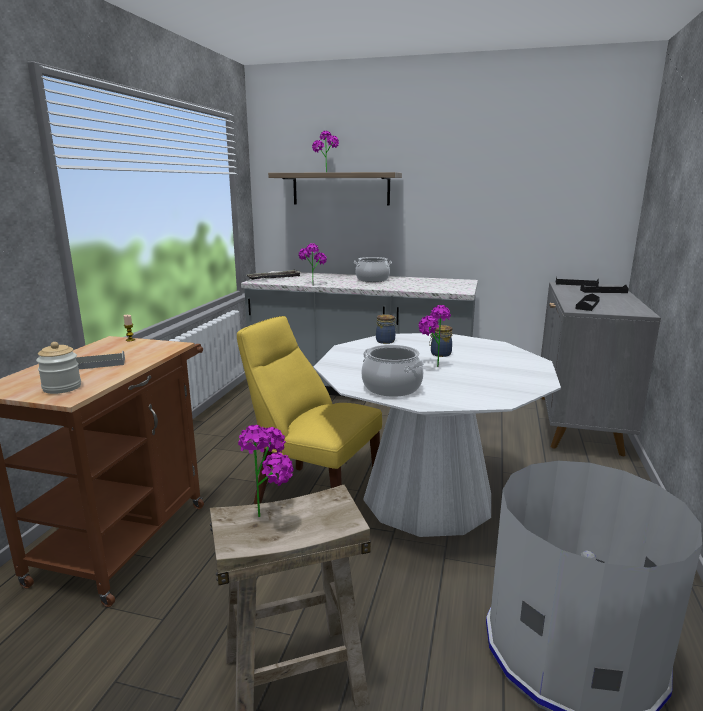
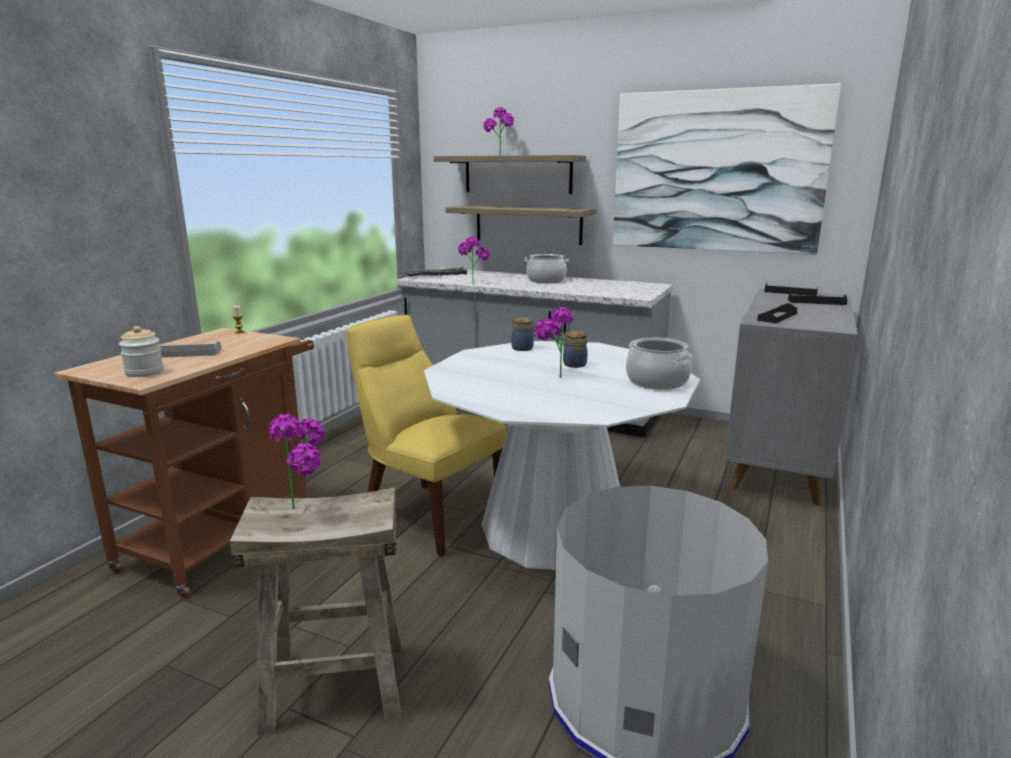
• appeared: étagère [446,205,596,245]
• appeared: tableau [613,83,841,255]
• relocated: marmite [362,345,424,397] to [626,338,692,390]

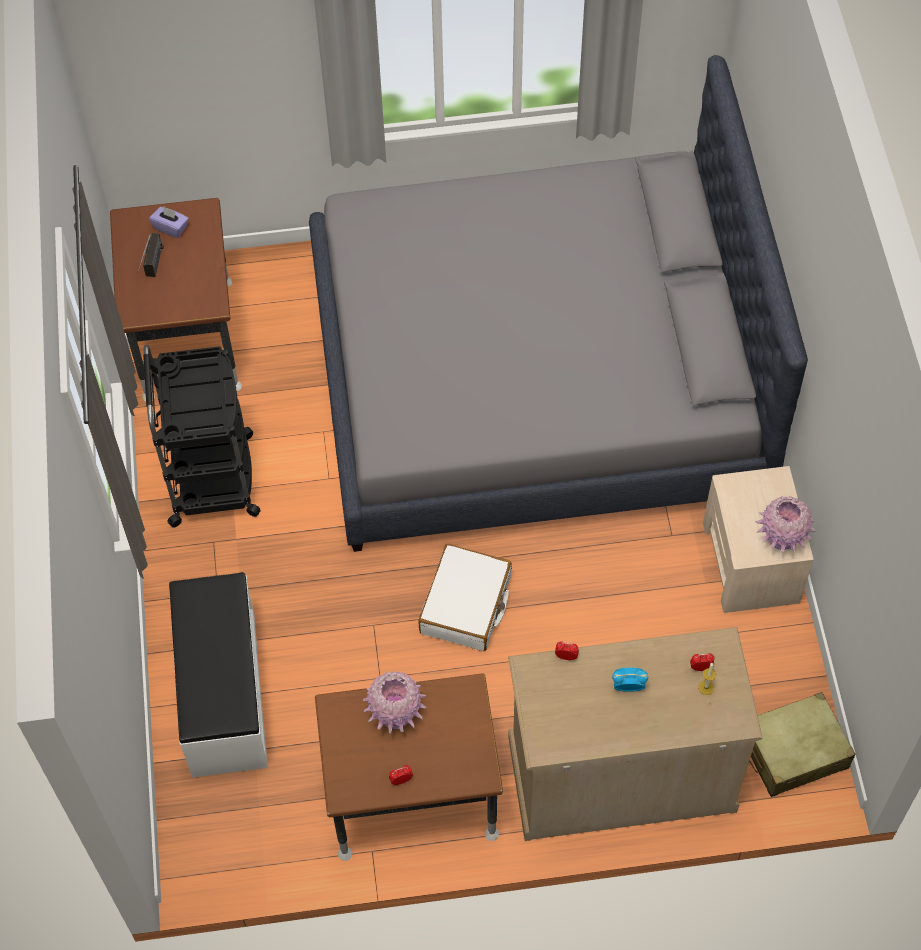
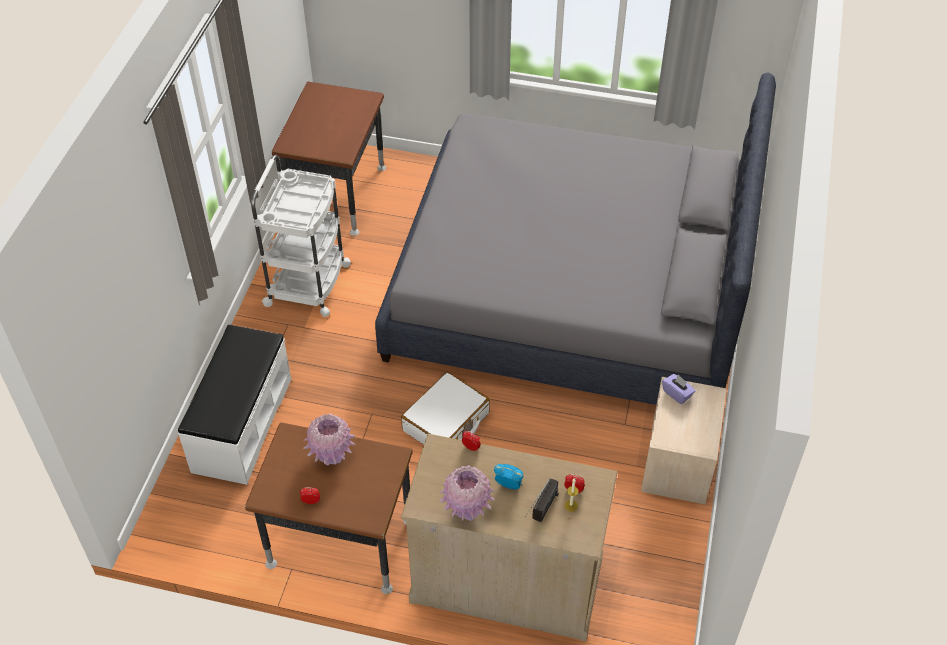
• colour: chariot/noir [143,345,261,528] to chariot/blanc [251,155,351,317]
• relocated: vase/rose [756,496,816,553] to [439,465,495,521]
• relocated: radio [137,233,164,277] to [525,478,559,522]
• relocated: boîte à mouchoirs/violet [149,206,189,238] to [662,374,696,404]
• missing: valise/beige [749,692,855,797]

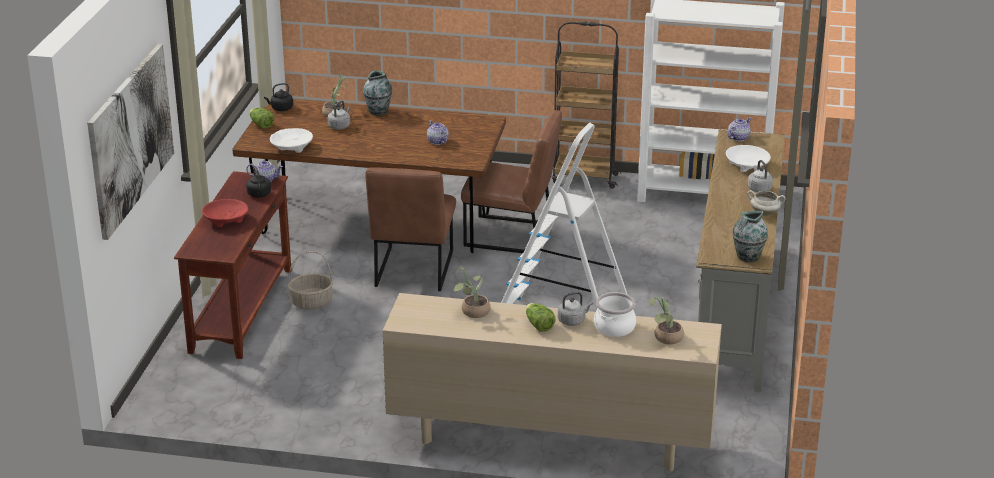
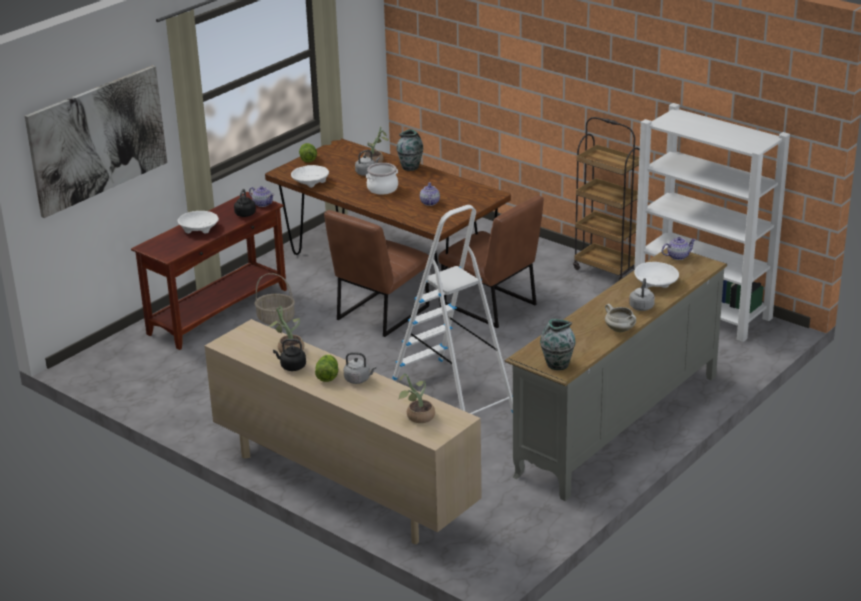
• colour: bol/rouge [202,199,248,227] to bol/blanc [178,211,219,234]
• relocated: bouilloire/noir [264,83,293,111] to [273,339,306,371]
• relocated: marmite [594,292,636,337] to [366,163,398,195]

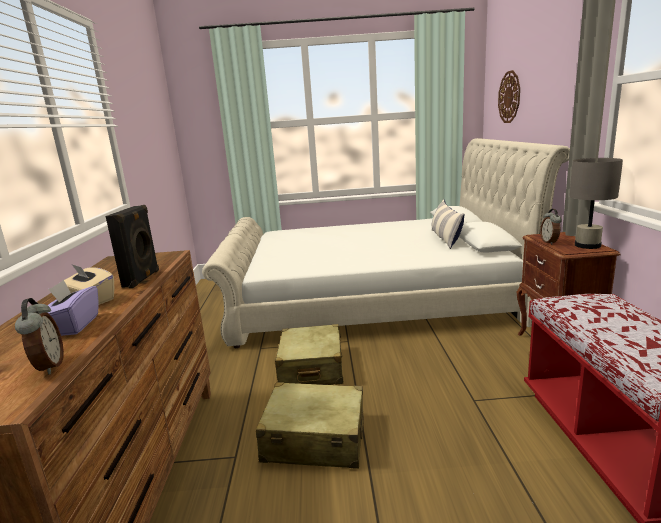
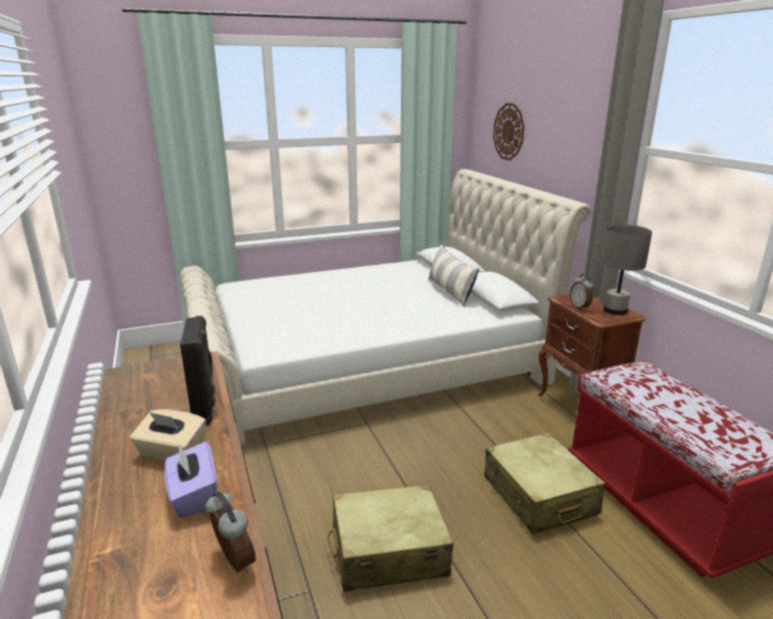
• relocated: valise/beige [275,324,343,385] to [485,432,605,534]

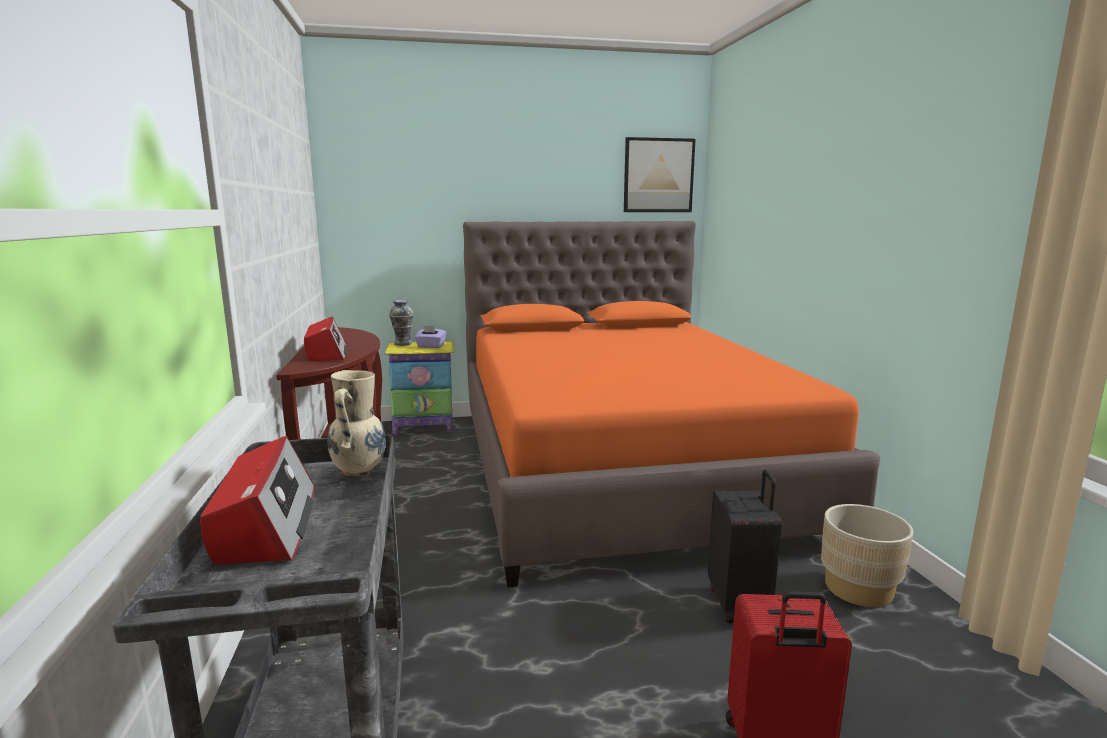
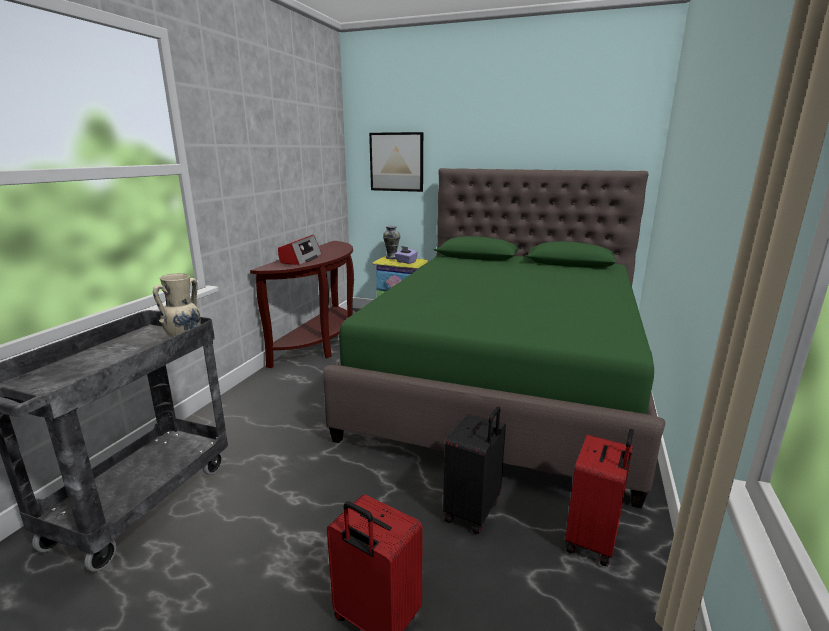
• colour: lit/orange [463,221,880,587] to lit/vert [323,168,666,508]
• relocated: tableau [624,137,696,212] to [369,132,423,192]
• exchanged: cache-pot/beige [821,504,913,607] to valise/rouge [565,429,634,567]
• missing: radio [200,436,314,564]

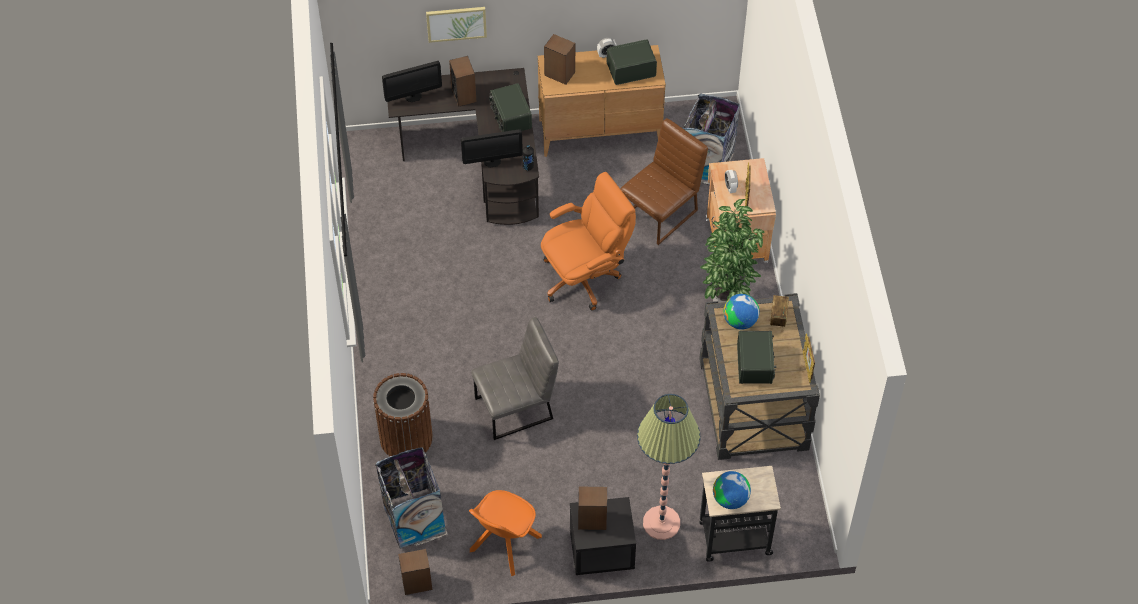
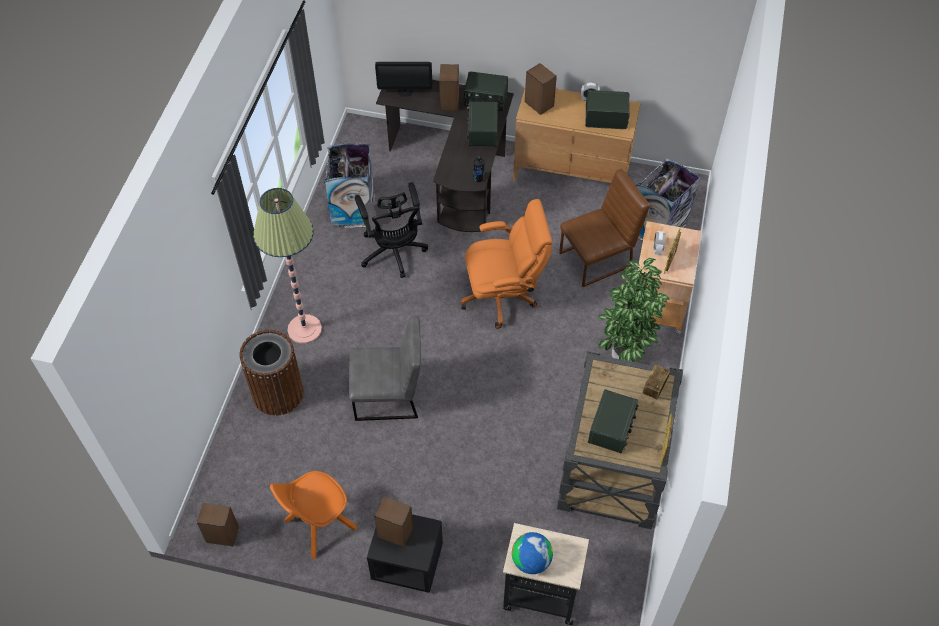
• relocated: lampadaire [637,394,701,540] to [253,188,322,344]
• relocated: poubelle [375,447,447,549] to [324,143,375,228]
• appeared: chaise de bureau [355,182,428,278]
• appeared: radio [463,72,508,112]
• missing: tableau [426,7,487,43]
• missing: écran d'ordinateur [461,130,523,168]
• missing: globe [724,294,759,330]

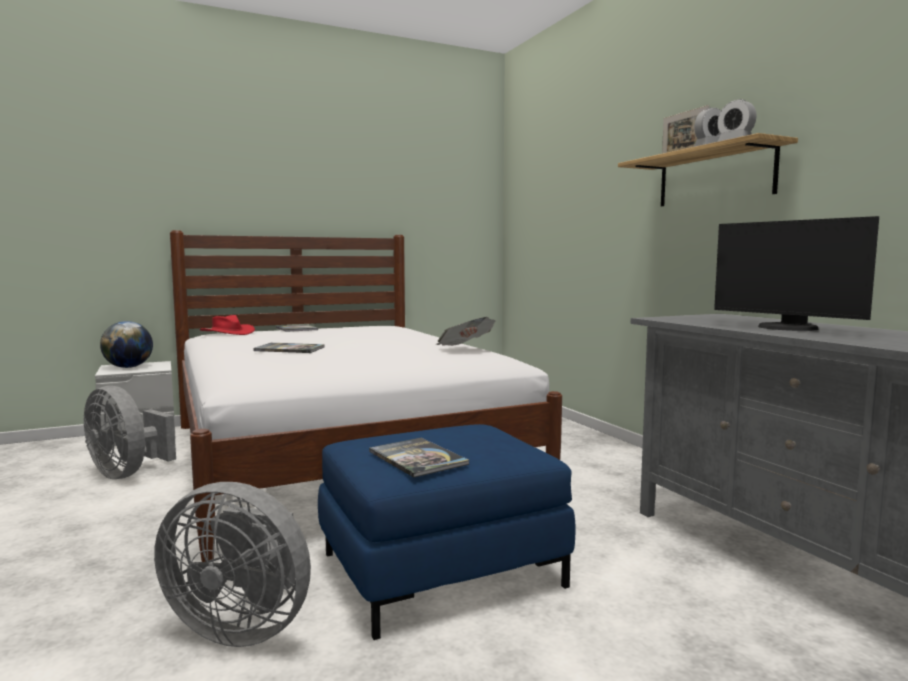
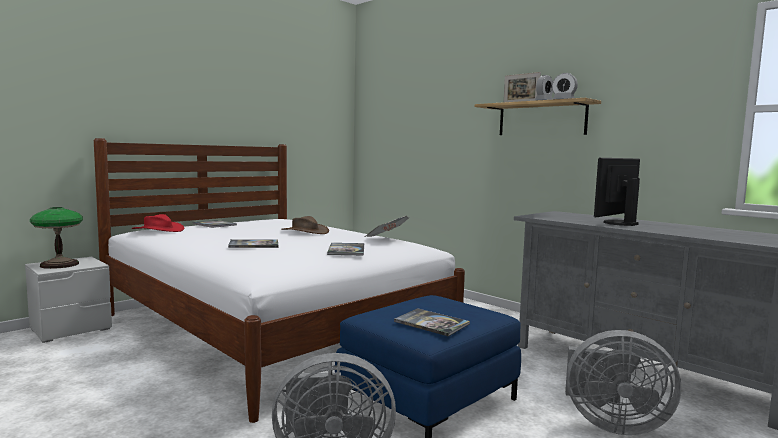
• exchanged: globe [100,321,153,368] to lampe de table [30,207,83,269]
• appeared: chapeau/marron [281,216,329,234]
• appeared: livre [327,243,364,255]
• relocated: ventilateur/gris [83,386,176,479] to [565,330,681,435]
• spun: écran d'ordinateur [714,216,879,331] = [594,158,640,226] 105 degrees clockwise

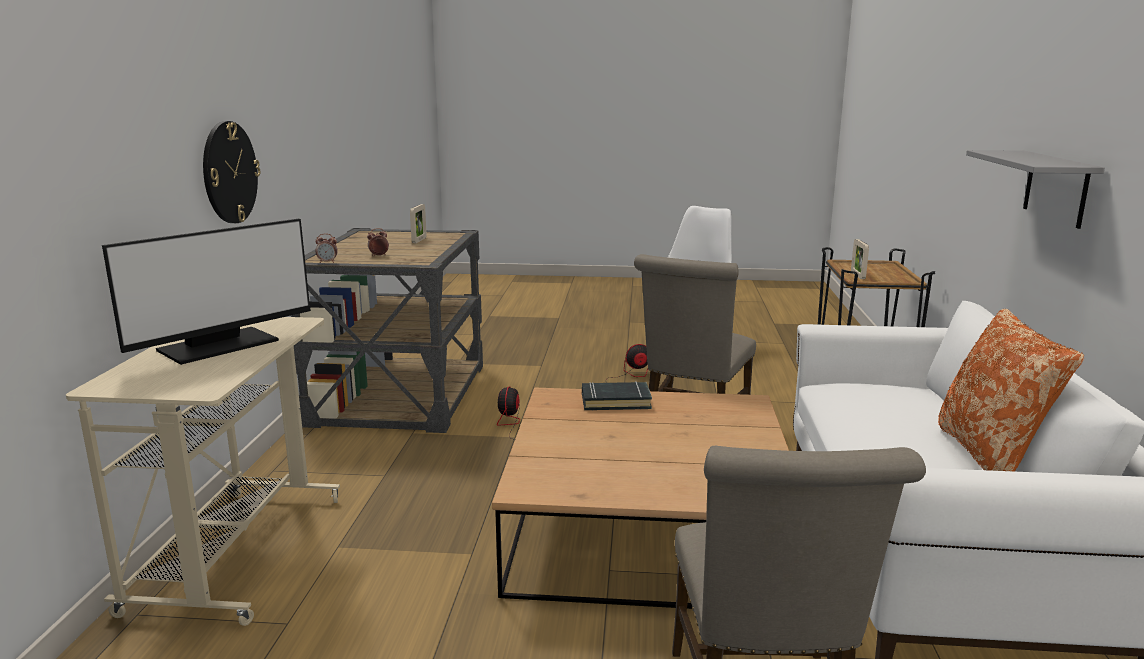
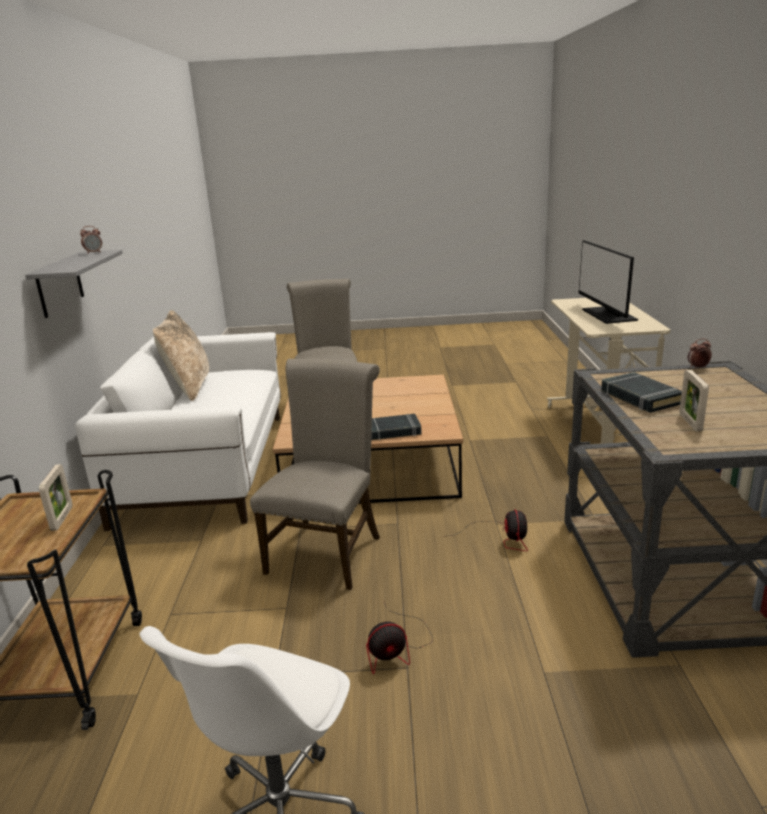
• relocated: réveil [367,228,389,256] to [80,226,102,254]
• colour: coussin/orange [938,308,1084,472] to coussin/beige [153,310,209,401]
• spun: écran d'ordinateur [102,219,311,365] = [578,240,638,324] 45 degrees counterclockwise
• appeared: livre/noir [601,372,682,413]
• missing: horloge murale [203,121,260,223]

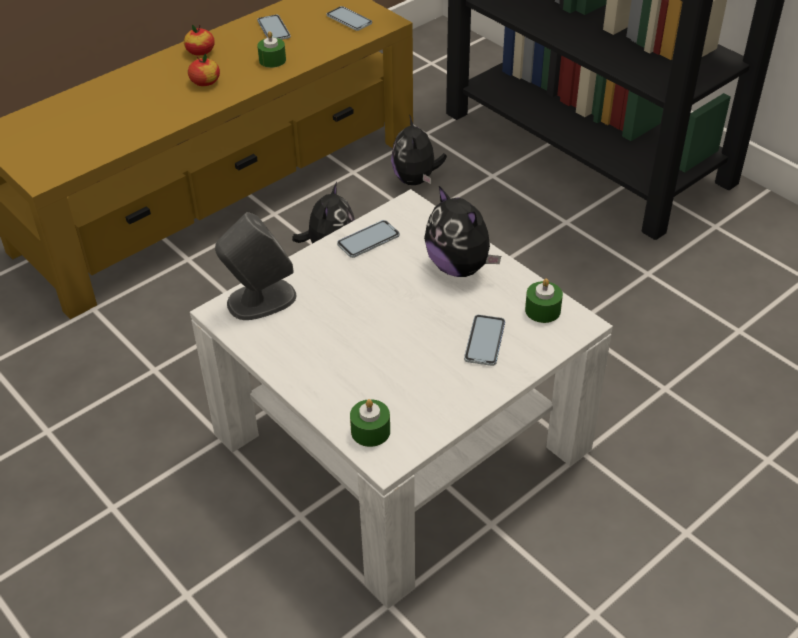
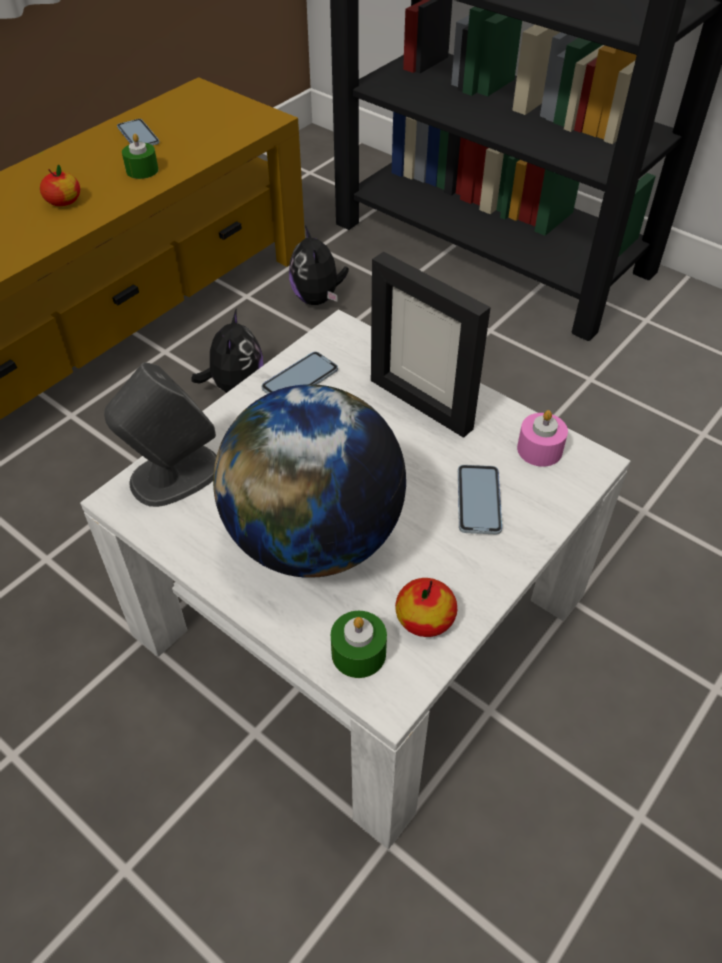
• appeared: globe [213,384,406,578]
• exchanged: peluche [424,186,501,277] to cadre photo [371,252,491,438]
• relocated: pomme [184,25,215,55] to [395,578,457,637]
• colour: bougie/vert [525,278,563,323] to bougie/rose [517,410,568,467]
• missing: téléphone [327,6,372,31]

